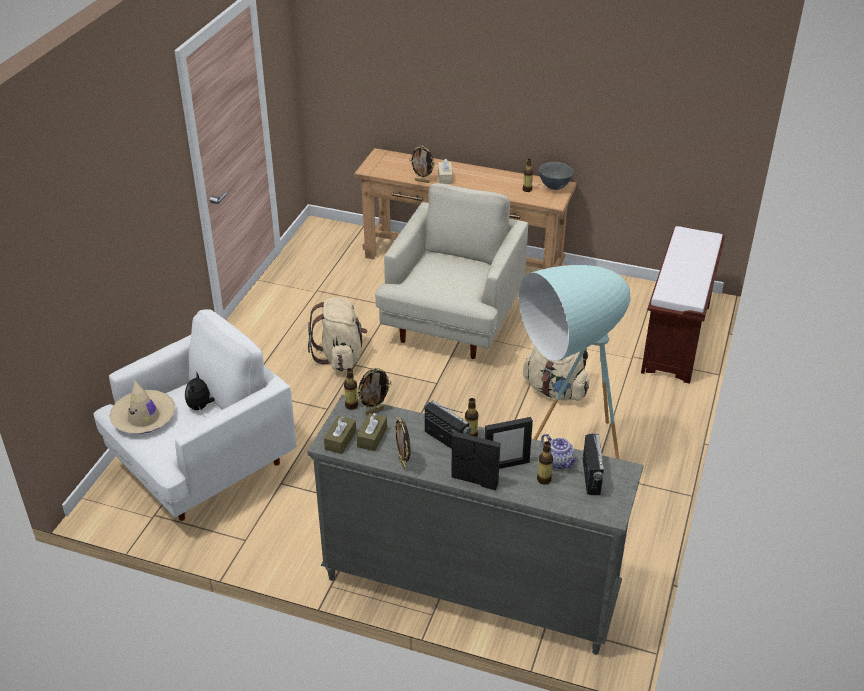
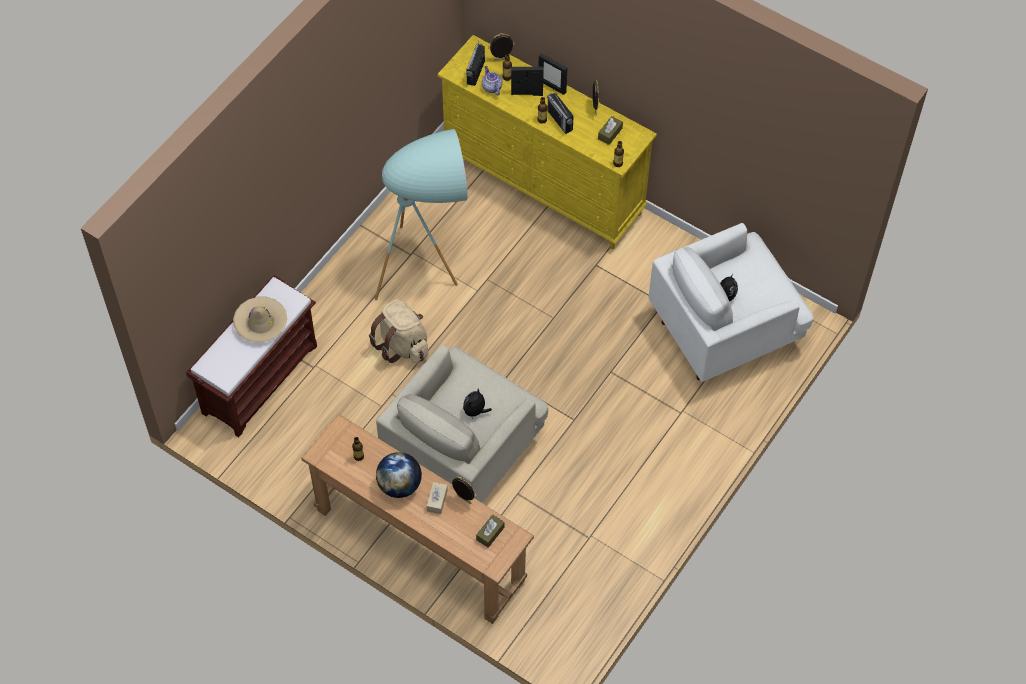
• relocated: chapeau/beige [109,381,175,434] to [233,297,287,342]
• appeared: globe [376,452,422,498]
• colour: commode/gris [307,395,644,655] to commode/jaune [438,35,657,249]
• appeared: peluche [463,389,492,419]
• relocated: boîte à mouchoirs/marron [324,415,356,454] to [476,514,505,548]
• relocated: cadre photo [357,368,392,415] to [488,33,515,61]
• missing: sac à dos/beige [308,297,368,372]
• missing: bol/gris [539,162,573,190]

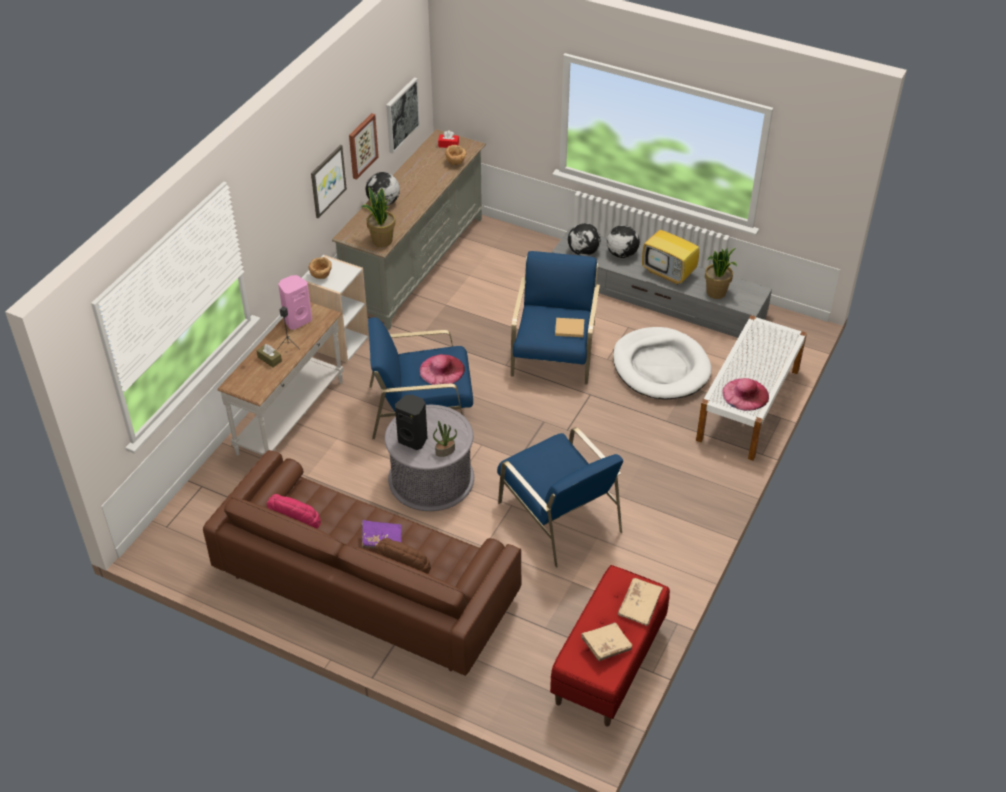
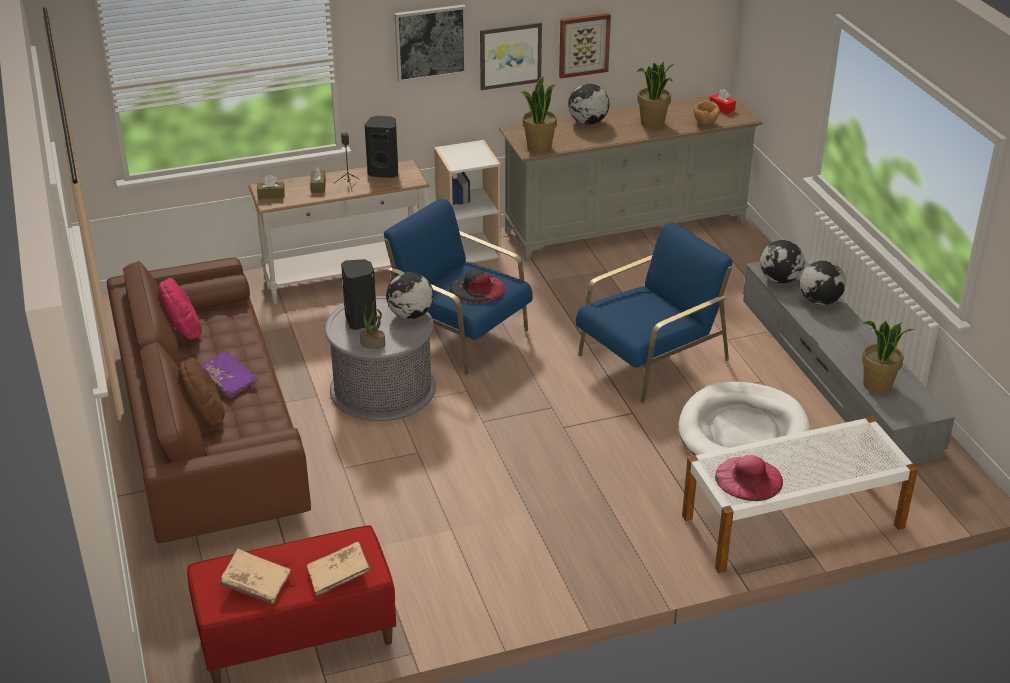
• appeared: boîte à mouchoirs/marron [257,175,285,200]
• colour: enceinte/rose [278,275,312,330] to enceinte/noir [365,116,398,178]
• appeared: globe [386,272,434,319]
• relocated: tableau [386,78,420,154] to [394,5,467,83]
• colour: chapeau/rose [420,354,465,385] to chapeau/noir [450,269,506,304]
• appeared: plante en pot [637,61,674,129]
• missing: bol/marron [309,257,332,279]
• missing: fauteuil/bleu [497,427,623,568]
• missing: livre/beige [555,318,584,337]
• missing: téléviseur [642,222,699,285]

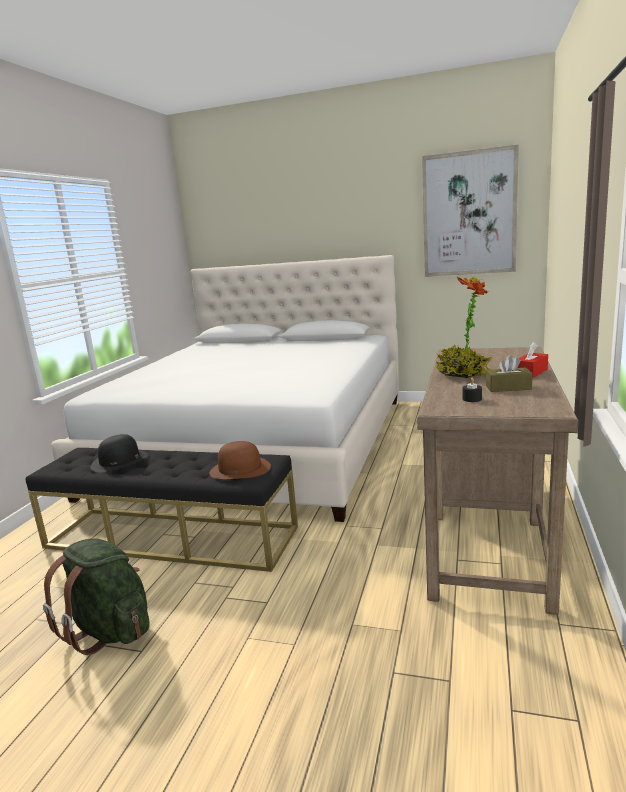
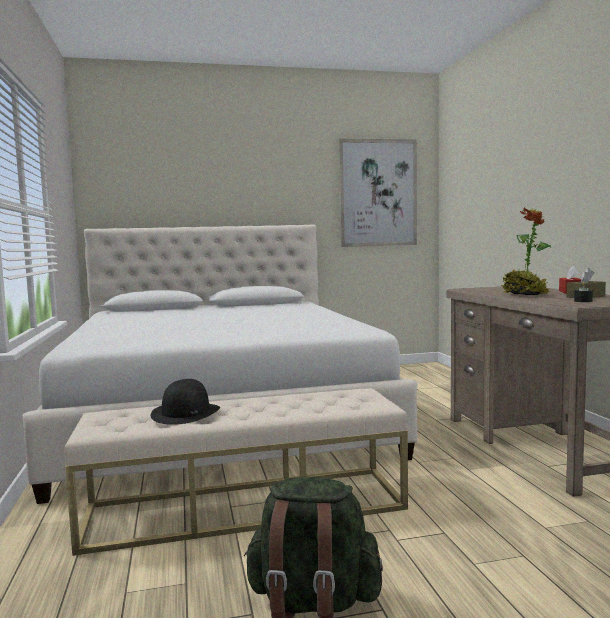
• colour: banc/noir [25,448,298,572] to banc/beige [64,388,408,556]
• missing: chapeau/marron [209,441,271,479]

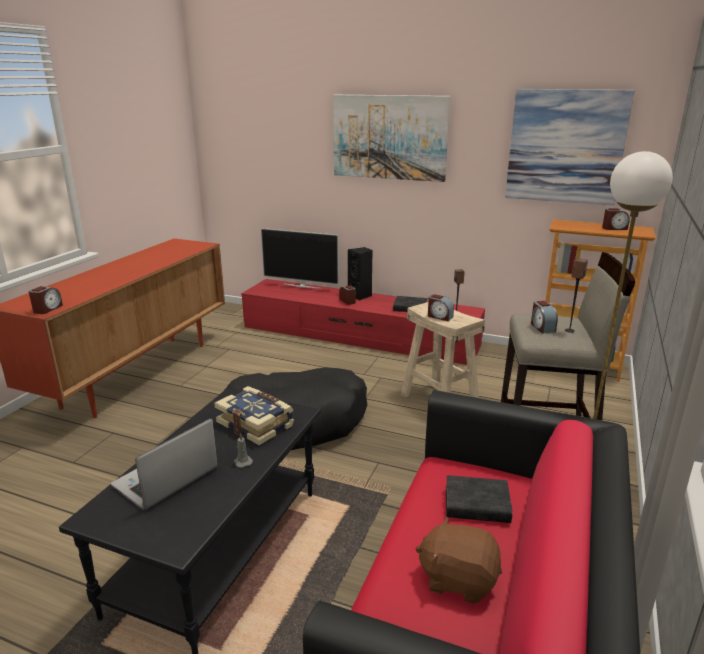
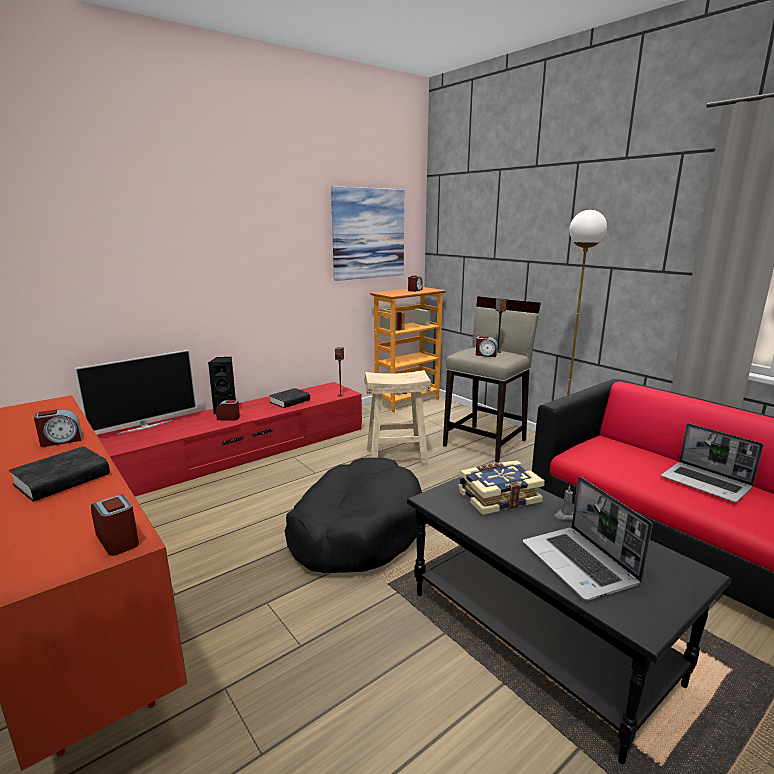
• relocated: livre/noir [446,475,513,523] to [9,446,110,502]
• relocated: réveil [428,294,454,321] to [34,409,82,447]
• exchanged: peluche/marron [415,516,502,603] to ordinateur portable [661,423,763,503]
• missing: tableau [333,95,451,182]

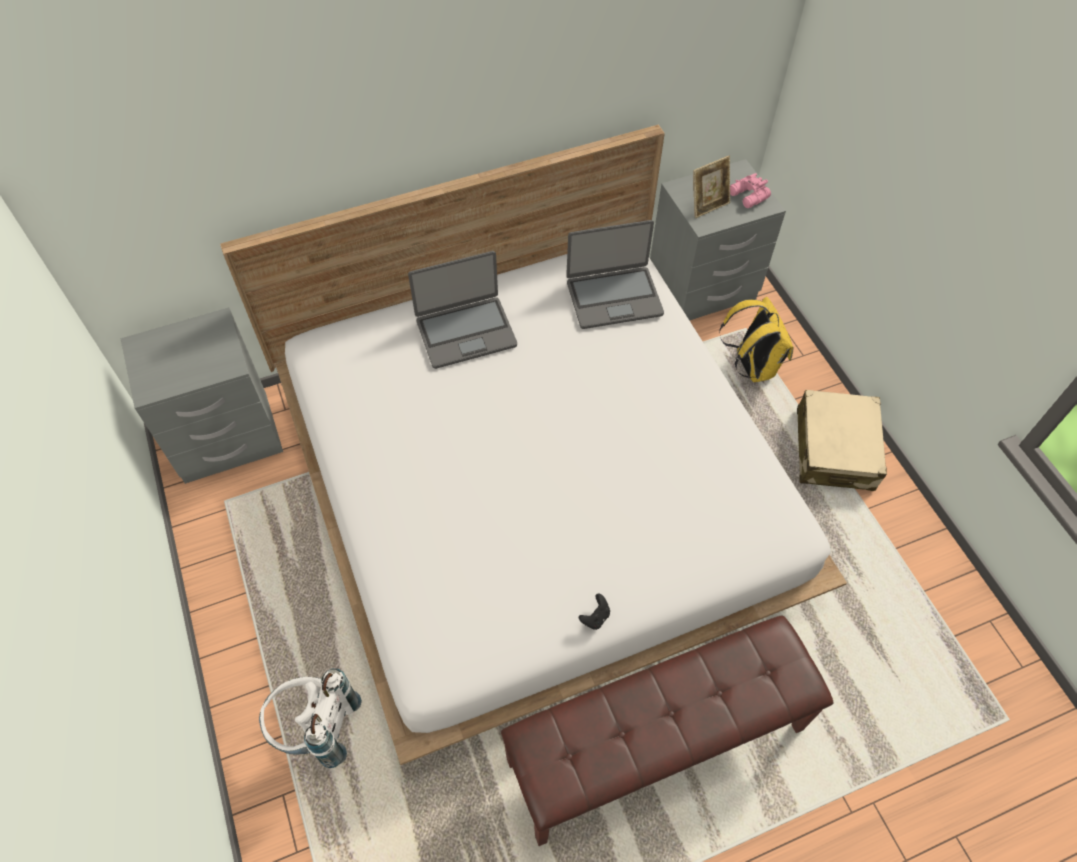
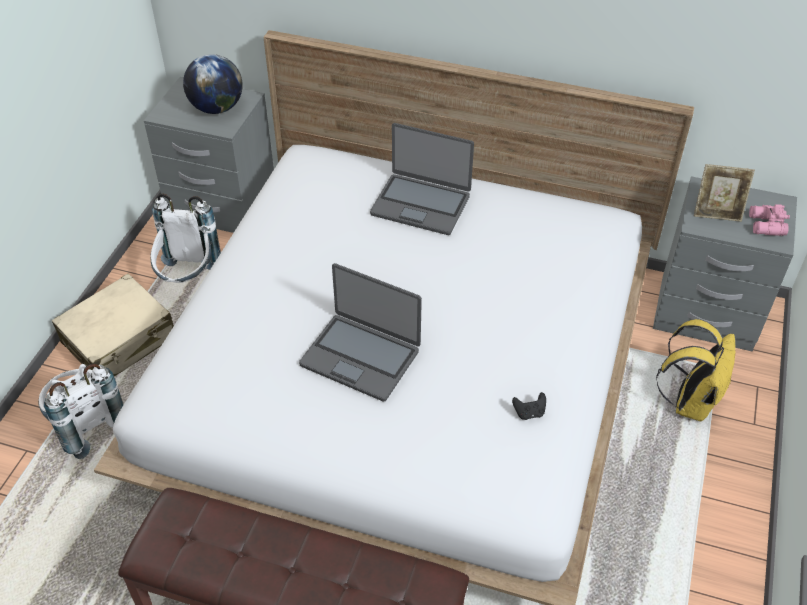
• relocated: valise/beige [797,390,887,491] to [52,274,174,376]
• appeared: sac à dos/blanc [150,194,221,283]
• appeared: globe [183,54,243,114]
• relocated: ordinateur portable [566,220,664,329] to [299,263,422,402]
• relocated: manette/noir [579,593,610,630] to [512,392,546,420]

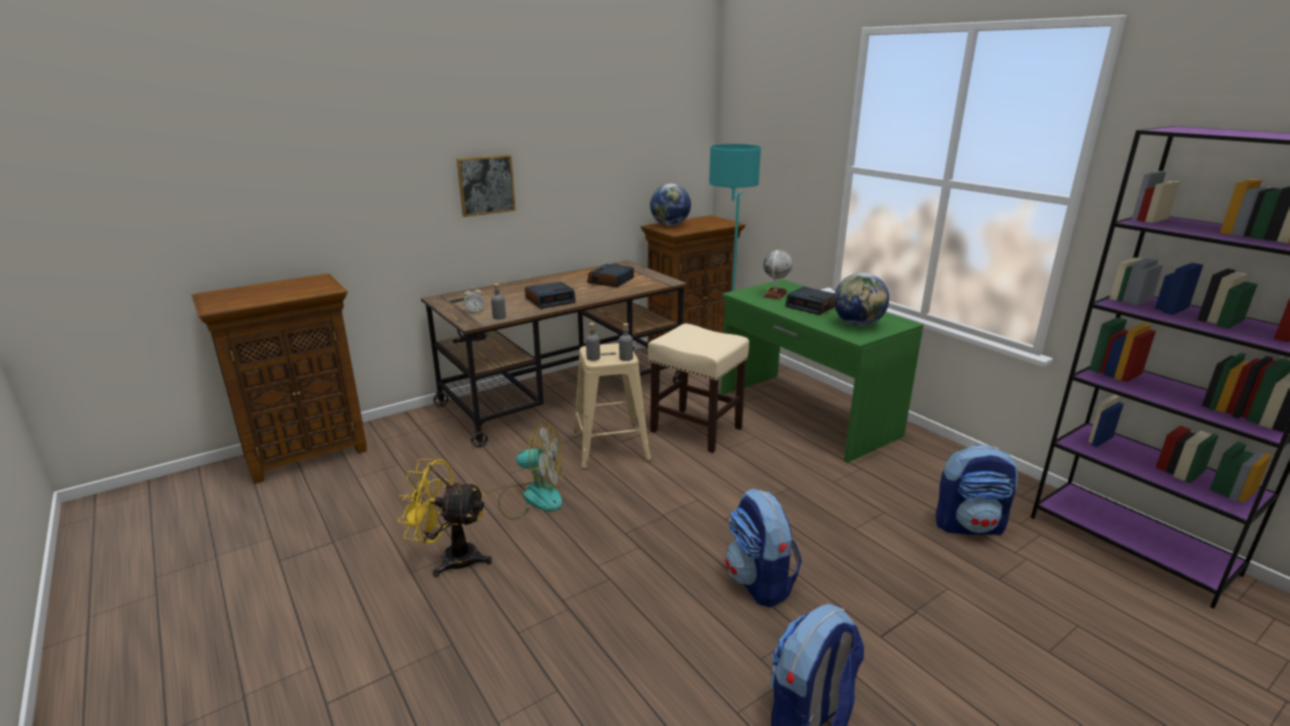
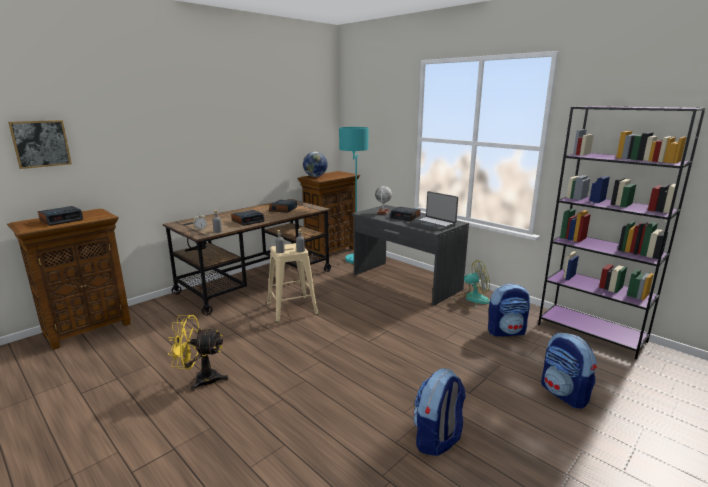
• relocated: tableau [457,154,516,217] to [8,120,72,169]
• appeared: réveil [38,206,83,226]
• colour: bureau/vert [720,279,923,463] to bureau/gris [352,205,469,306]
• exchanged: globe [834,272,889,326] to ordinateur portable [410,191,458,231]
• relocated: ventilateur [498,424,564,520] to [453,261,490,309]
• relocated: sac à dos [726,488,802,608] to [541,333,597,409]
• missing: tabouret/beige [648,323,749,453]

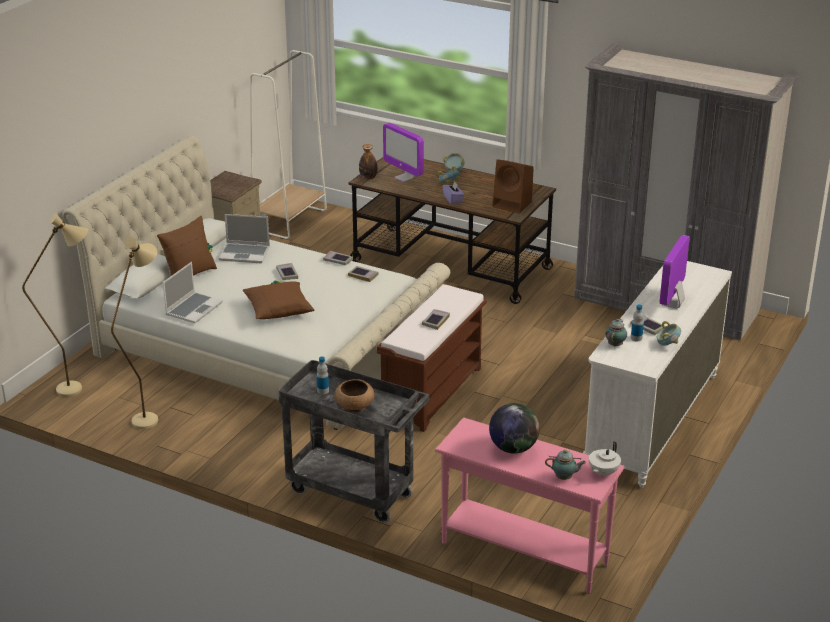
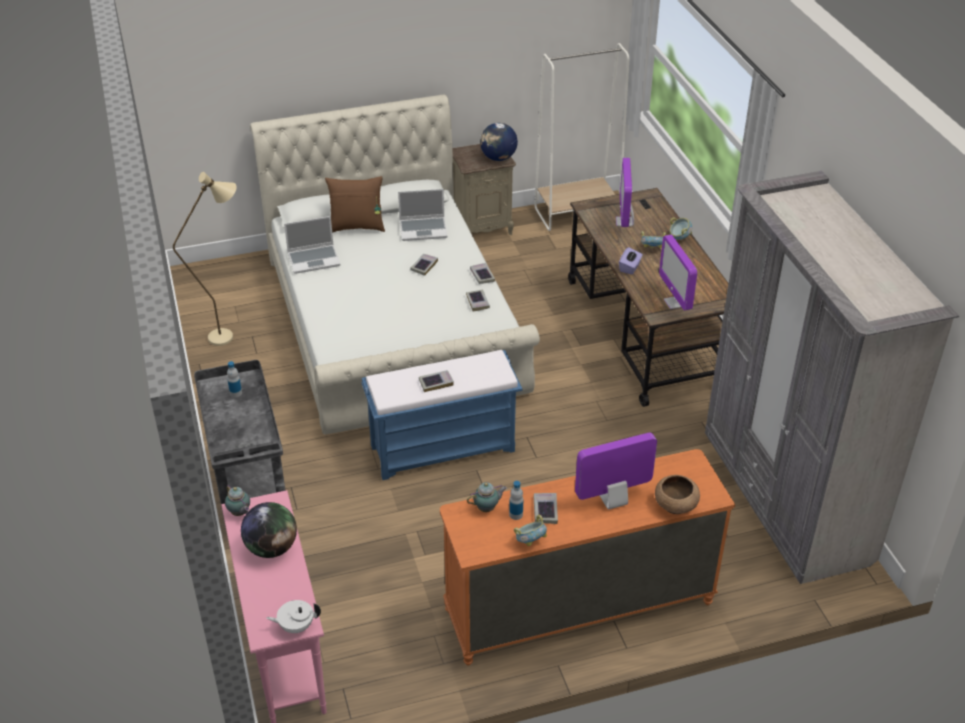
• relocated: théière [545,450,586,480] to [225,484,250,516]
• colour: banc/marron [377,284,487,432] to banc/bleu [362,350,522,480]
• spun: ordinateur portable [218,214,270,263] = [398,189,448,241] 60 degrees counterclockwise
• colour: commode/blanc [583,261,732,488] to commode/orange [440,449,735,665]
• appeared: globe [480,123,518,161]
• relocated: bol/marron [335,379,374,413] to [655,475,700,514]
• exchanged: enceinte/marron [492,159,534,213] to écran d'ordinateur [659,235,697,310]
• missing: lampadaire/beige [22,213,88,397]
• missing: coussin/marron [243,280,314,319]
• missing: bouteille [359,144,377,180]

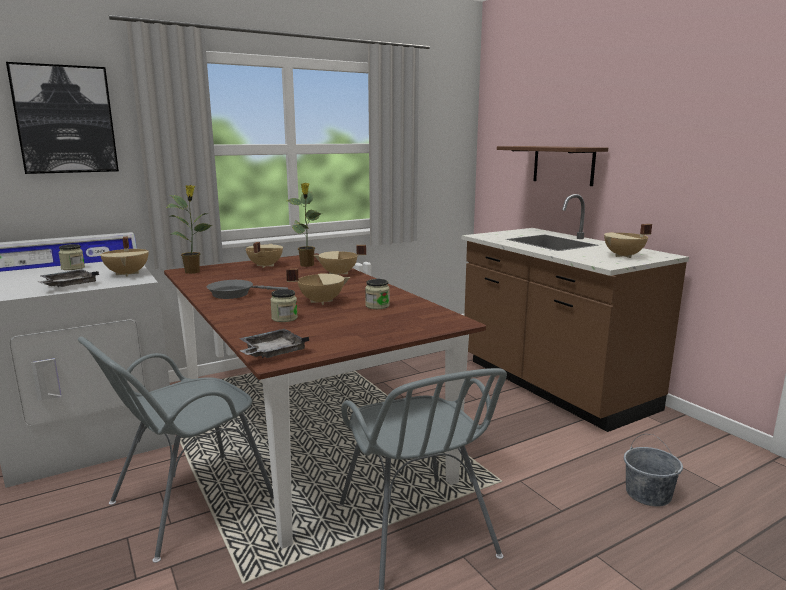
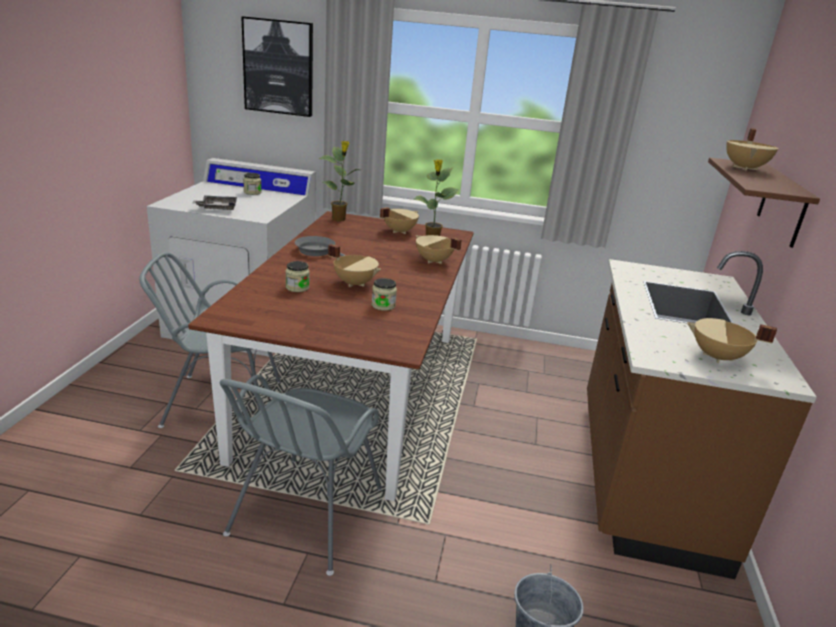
• relocated: marmite/beige [100,236,149,277] to [726,128,779,170]
• missing: plateau/gris [239,329,309,358]

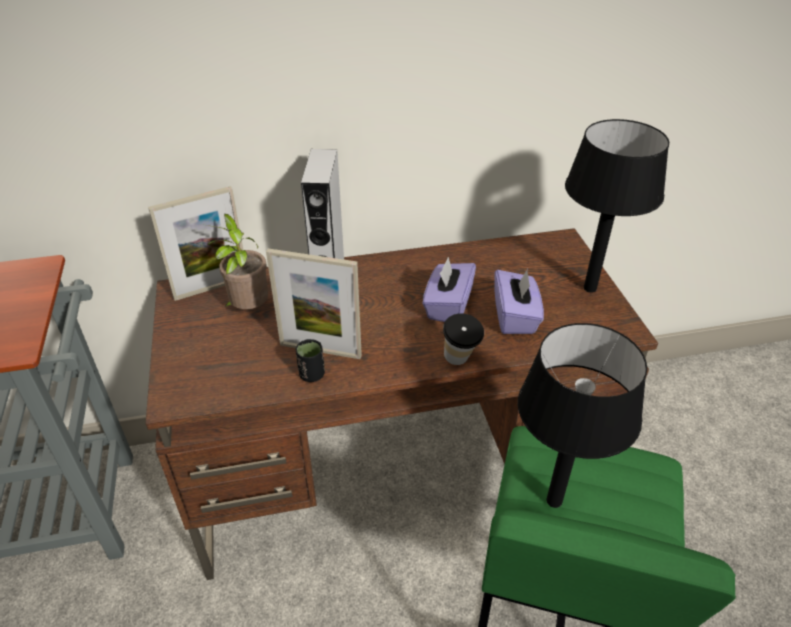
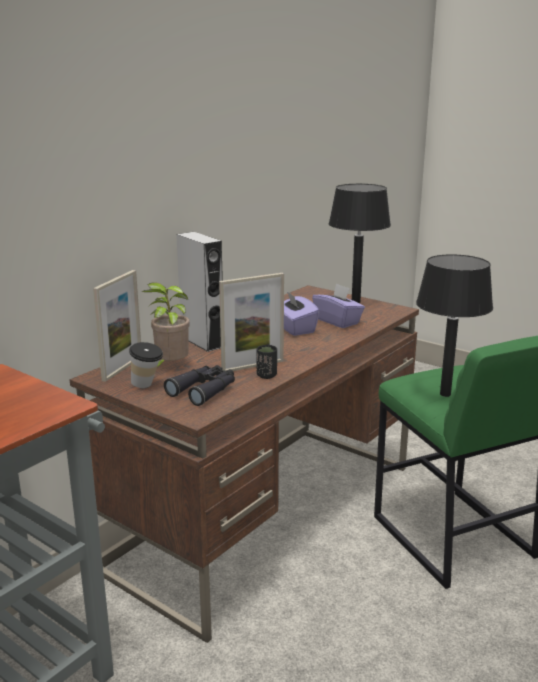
• relocated: tasse [443,313,484,365] to [129,342,163,388]
• appeared: jumelles/noir [164,365,235,406]

